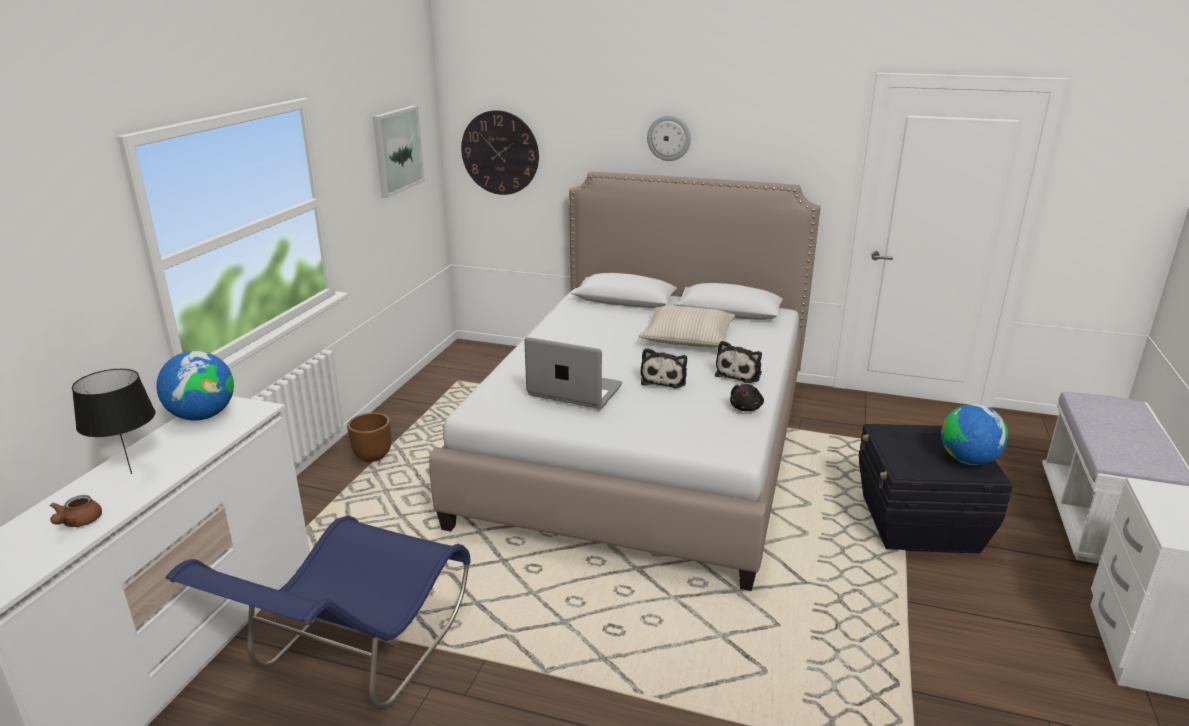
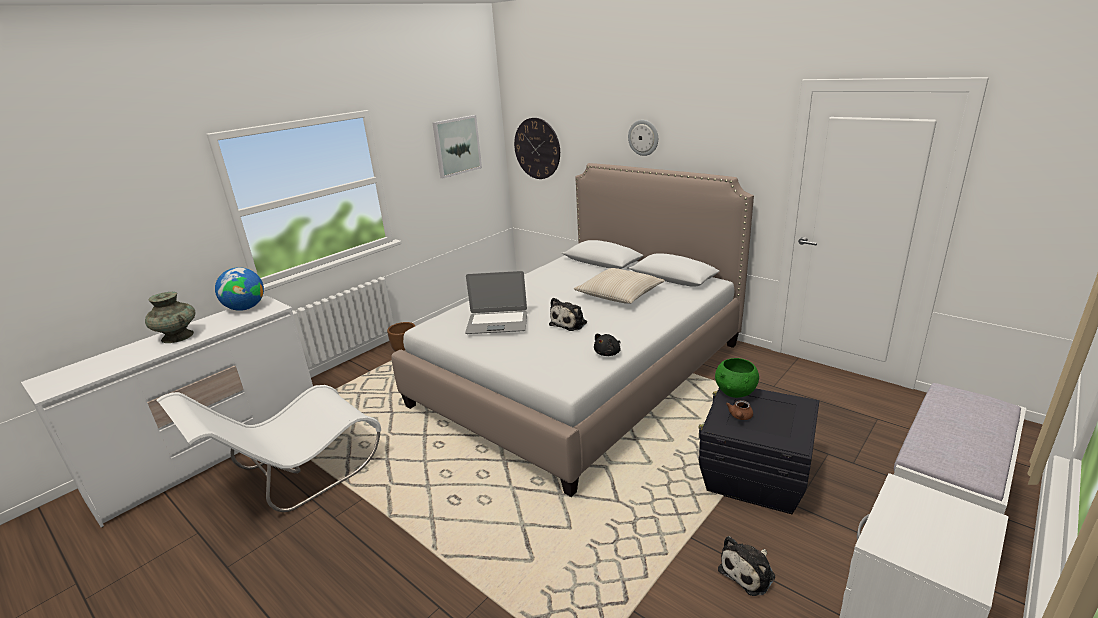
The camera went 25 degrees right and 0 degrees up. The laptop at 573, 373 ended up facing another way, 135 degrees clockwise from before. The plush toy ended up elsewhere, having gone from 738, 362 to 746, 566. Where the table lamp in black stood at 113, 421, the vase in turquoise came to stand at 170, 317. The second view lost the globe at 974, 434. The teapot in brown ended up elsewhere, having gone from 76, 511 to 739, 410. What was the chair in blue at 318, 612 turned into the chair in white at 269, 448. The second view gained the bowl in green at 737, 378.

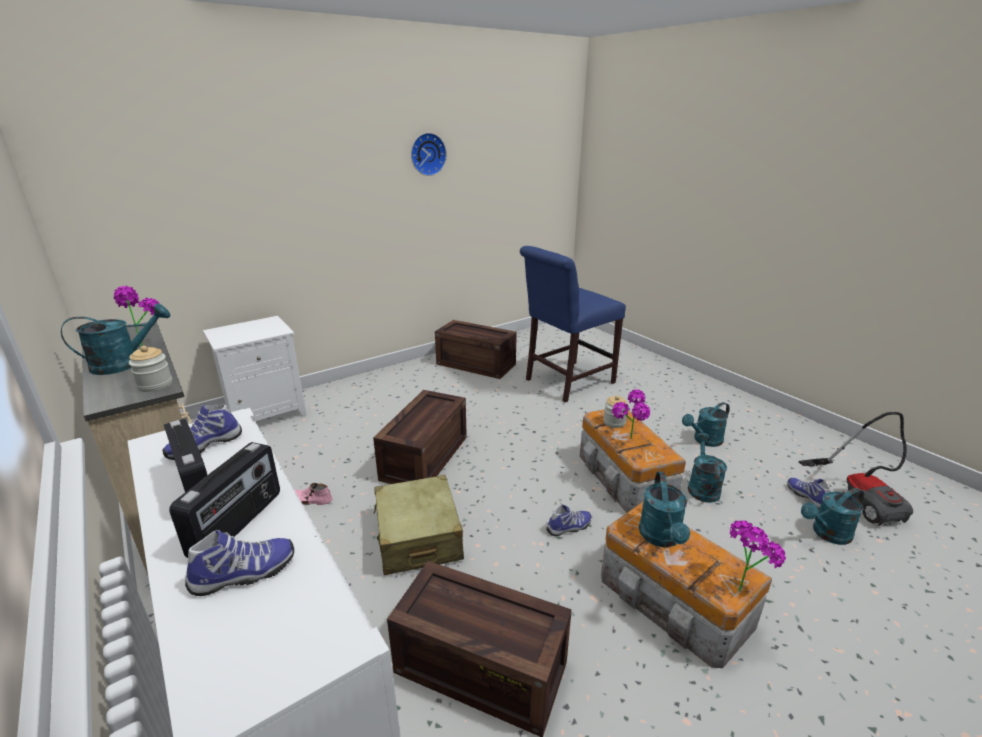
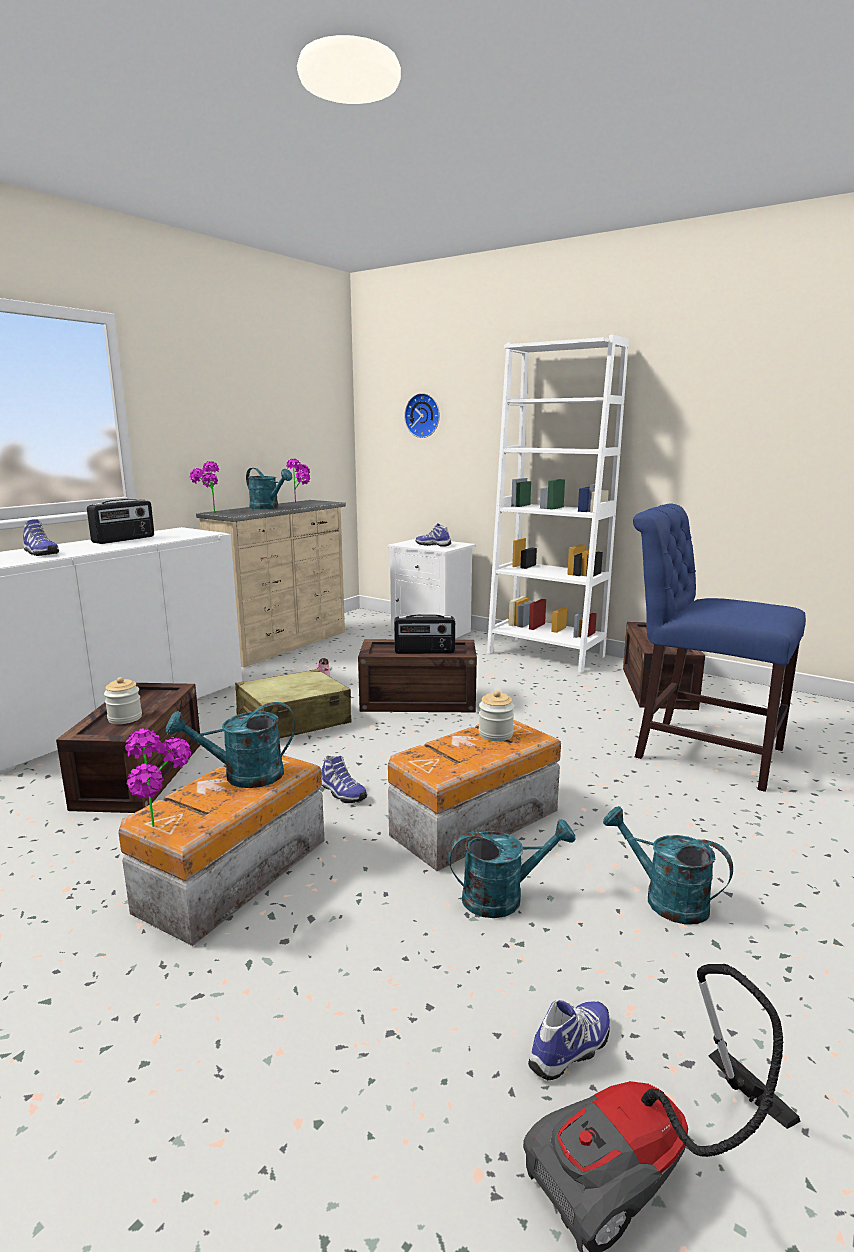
The camera went 70 degrees right and 10 degrees down. The wall clock ended up elsewhere, having gone from 429, 154 to 422, 415. The jar ended up elsewhere, having gone from 150, 369 to 123, 700. The potted plant ended up elsewhere, having gone from 631, 414 to 204, 487. The shoe ended up elsewhere, having gone from 202, 432 to 433, 535. The radio ended up elsewhere, having gone from 224, 500 to 424, 634. The second view lost the watering can in turquoise at 832, 516. The second view gained the bookcase in white at 558, 504.

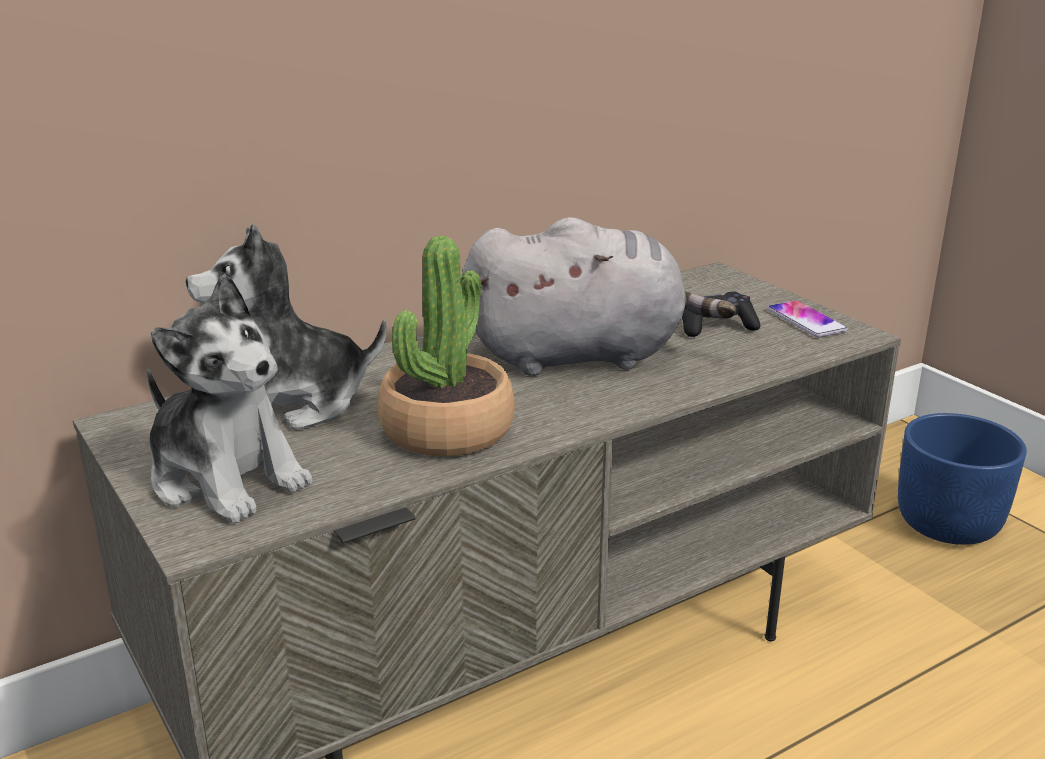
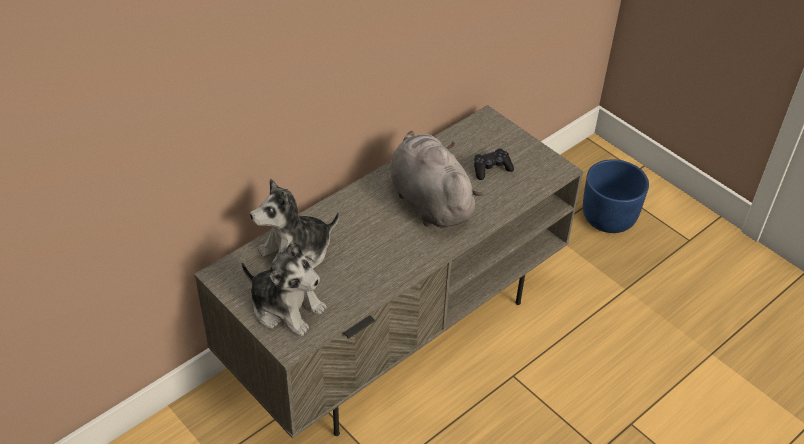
The camera went 10 degrees left and 20 degrees up. The plush toy in grey at 599, 296 ended up facing another way, 105 degrees counterclockwise from before. The second view lost the potted plant at 446, 346. The second view lost the phone at 807, 318.

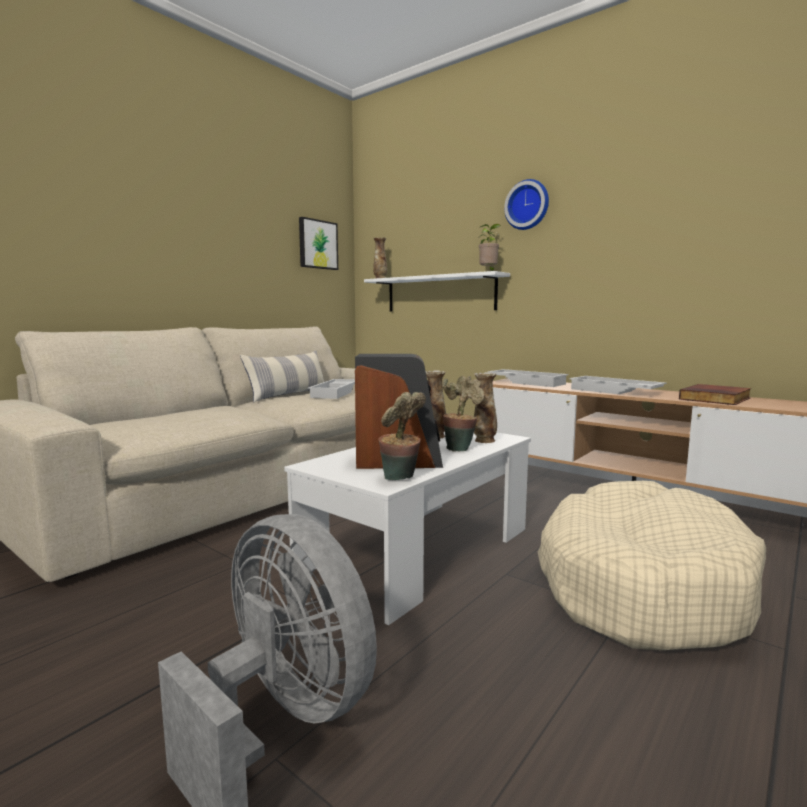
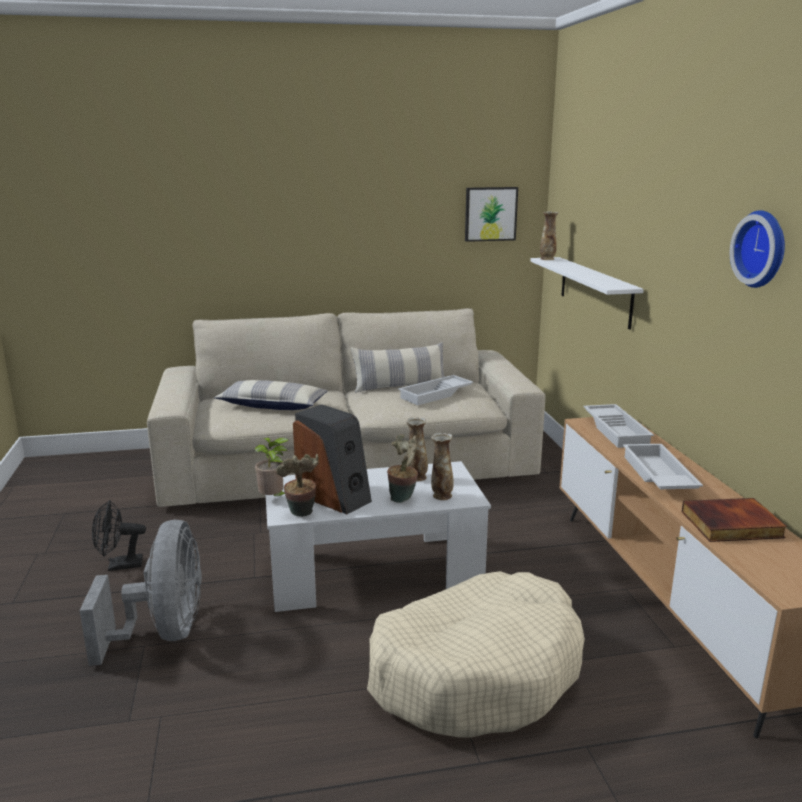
The camera went 40 degrees right and 10 degrees up. The wall clock ended up elsewhere, having gone from 526, 204 to 757, 249. The potted plant ended up elsewhere, having gone from 489, 247 to 272, 466. The second view gained the pillow at 271, 395. The second view gained the fan in black at 119, 535.

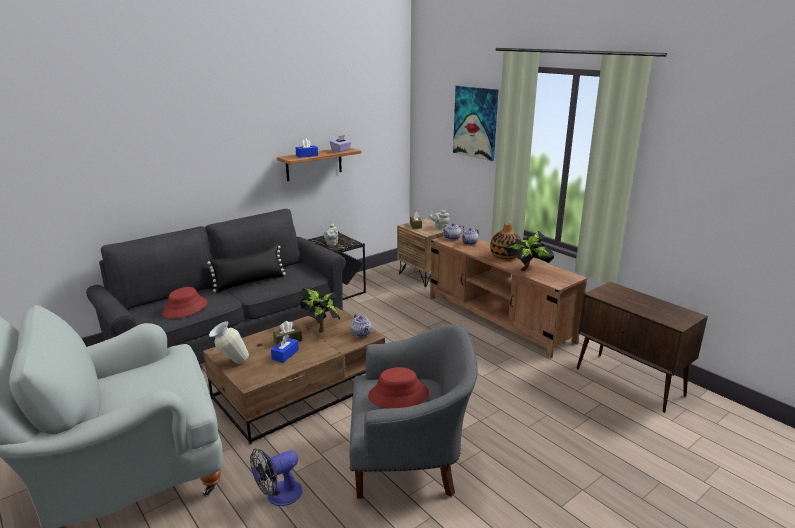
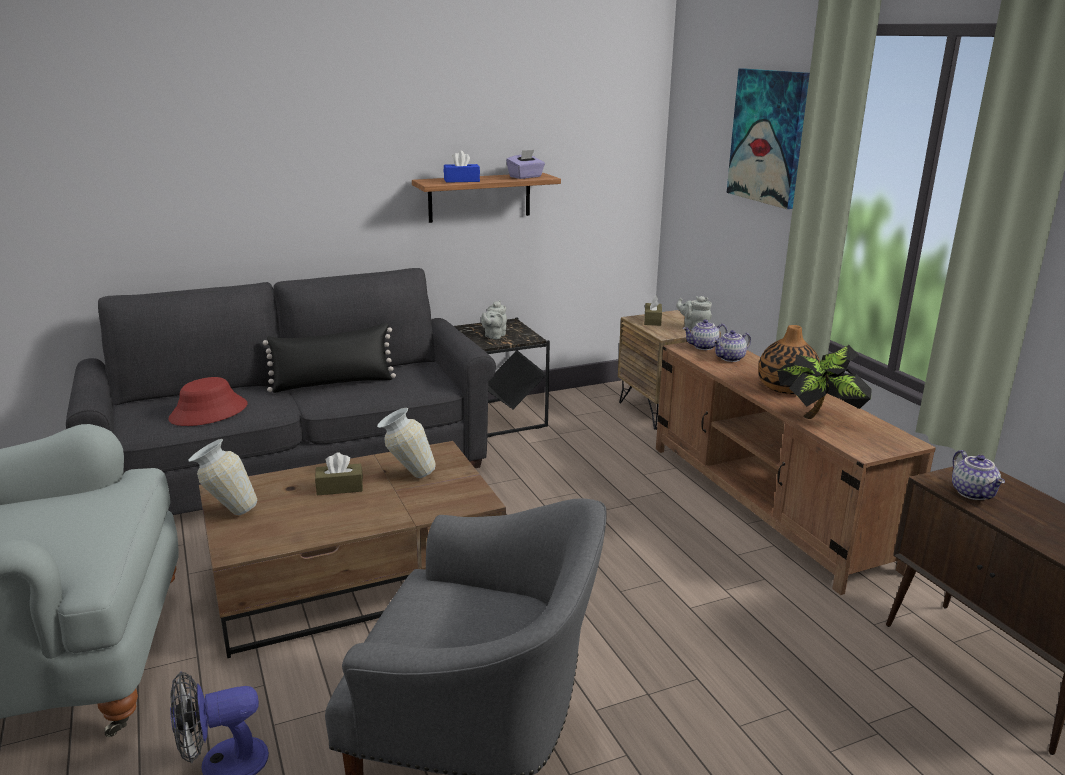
The camera went 15 degrees right and 0 degrees up. Where the potted plant stood at 320, 310, the vase came to stand at 406, 443. The teapot ended up elsewhere, having gone from 361, 325 to 978, 475. The second view lost the tissue box in blue at 285, 348. The second view lost the hat in red at 398, 388.

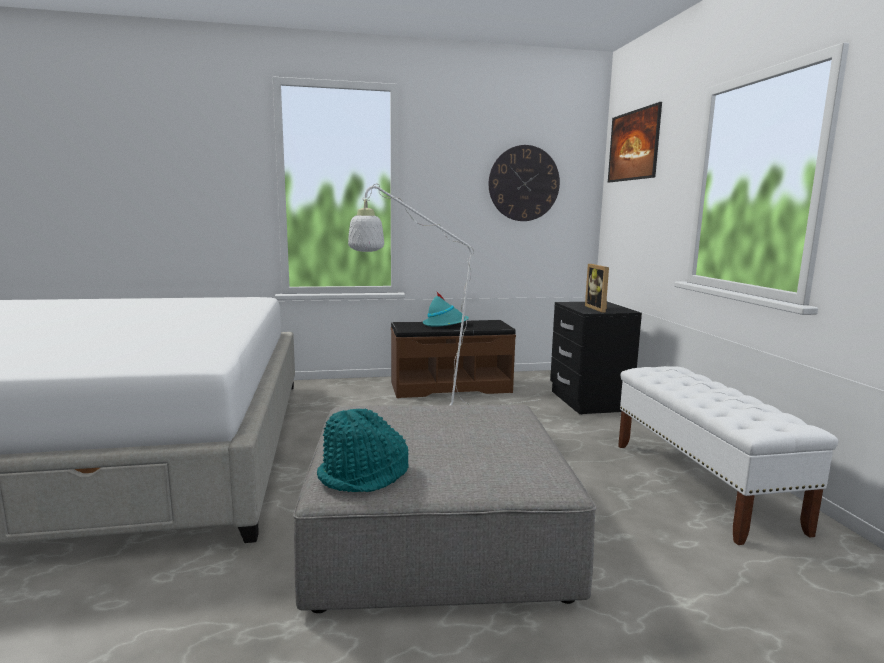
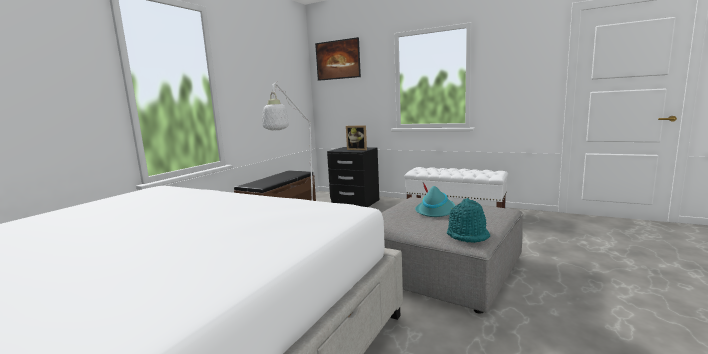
The camera went 50 degrees left and 0 degrees up. The second view lost the wall clock at 524, 183. The hat in turquoise ended up elsewhere, having gone from 446, 309 to 435, 200.

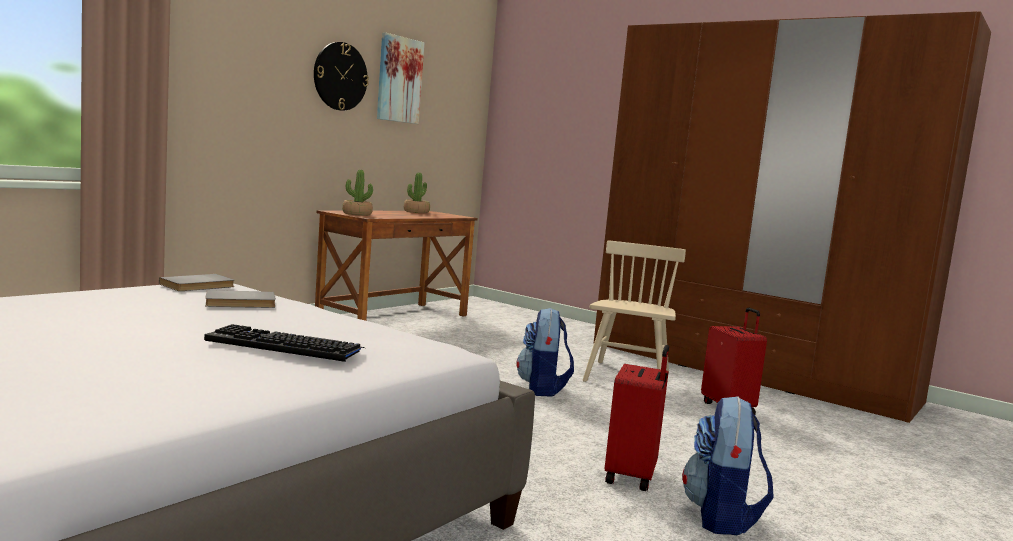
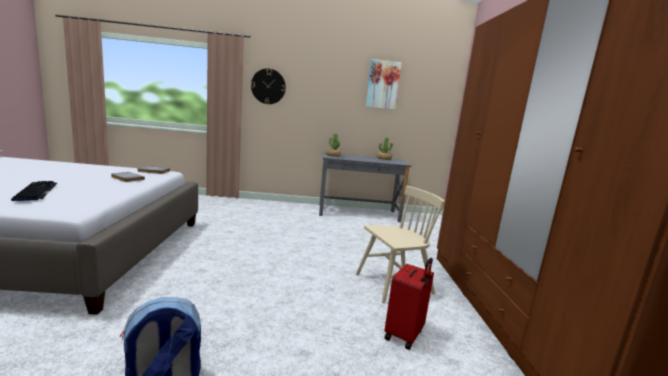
The camera went 50 degrees right and 5 degrees up. The wall clock ended up elsewhere, having gone from 341, 76 to 268, 86. What was the desk in brown at 396, 265 turned into the desk in grey at 365, 187. The second view lost the backpack at 545, 352. The second view lost the suitcase in red at 637, 418.

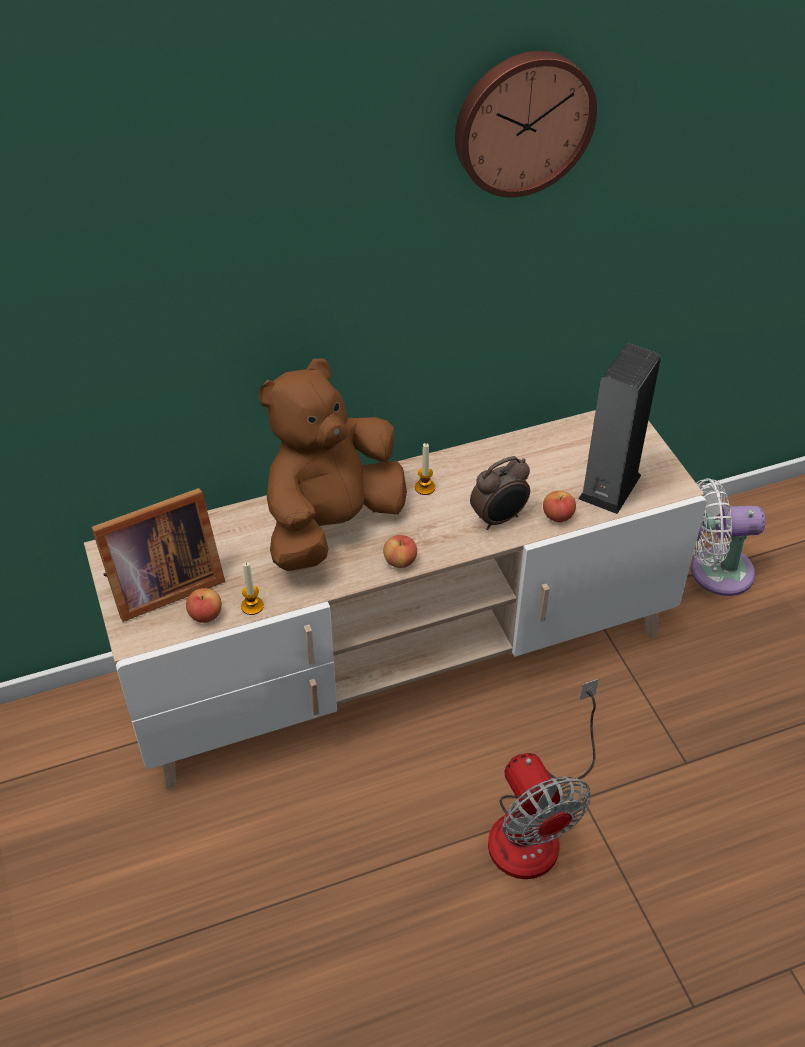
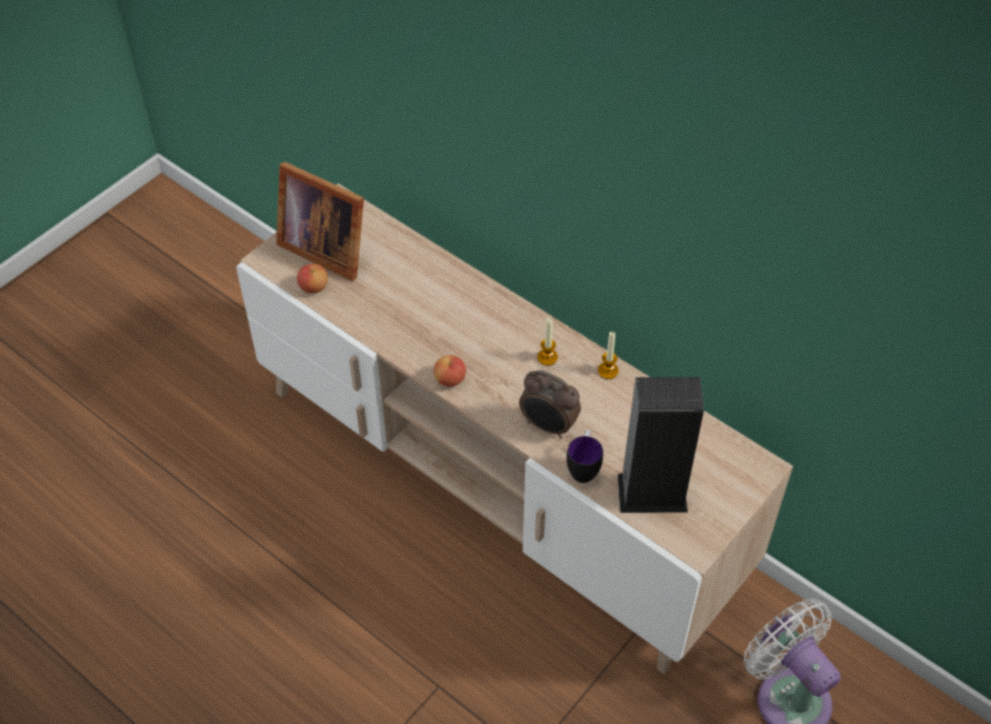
The camera went 60 degrees right and 5 degrees up. The second view lost the wall clock at 526, 124. The second view lost the plush toy in brown at 333, 464. Where the apple stood at 559, 506, the mug came to stand at 585, 456. The candle ended up elsewhere, having gone from 252, 588 to 608, 355. The second view lost the fan at 543, 779.

